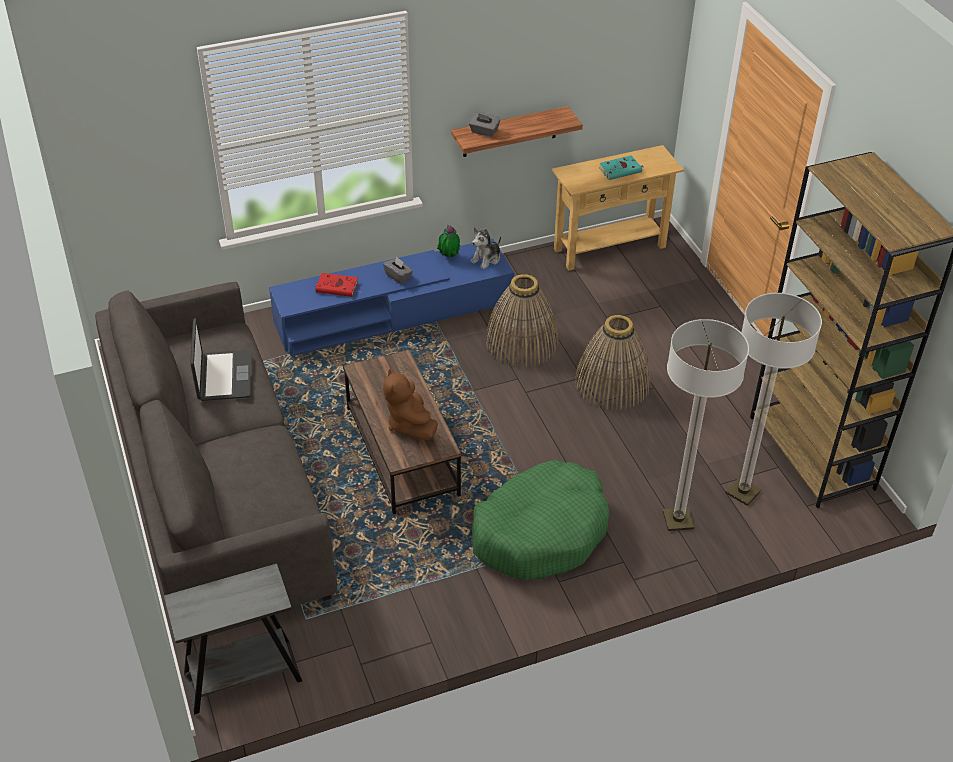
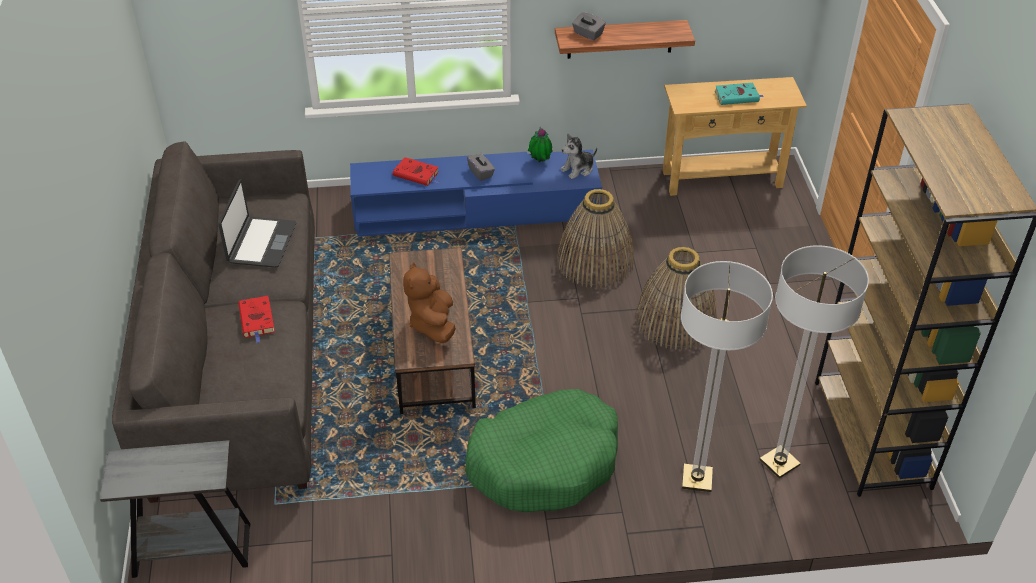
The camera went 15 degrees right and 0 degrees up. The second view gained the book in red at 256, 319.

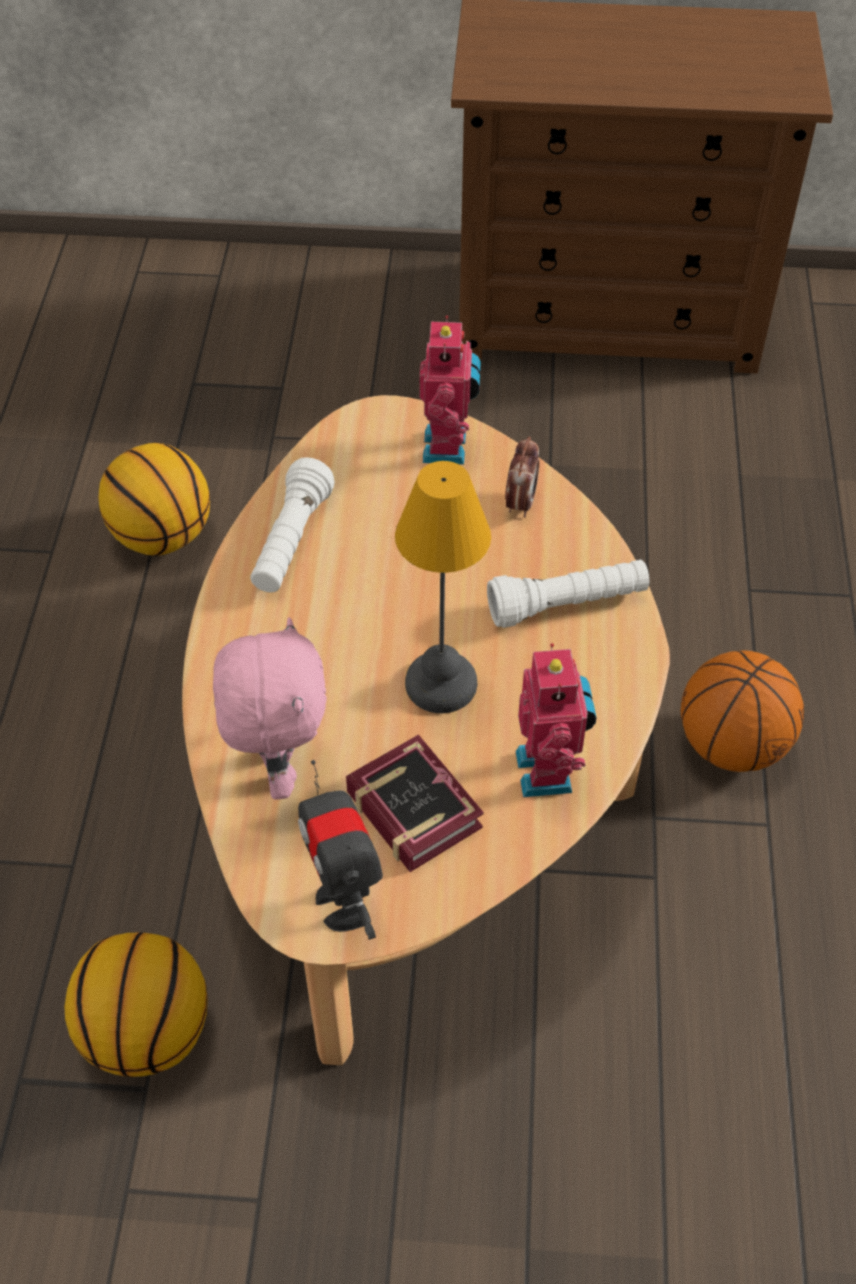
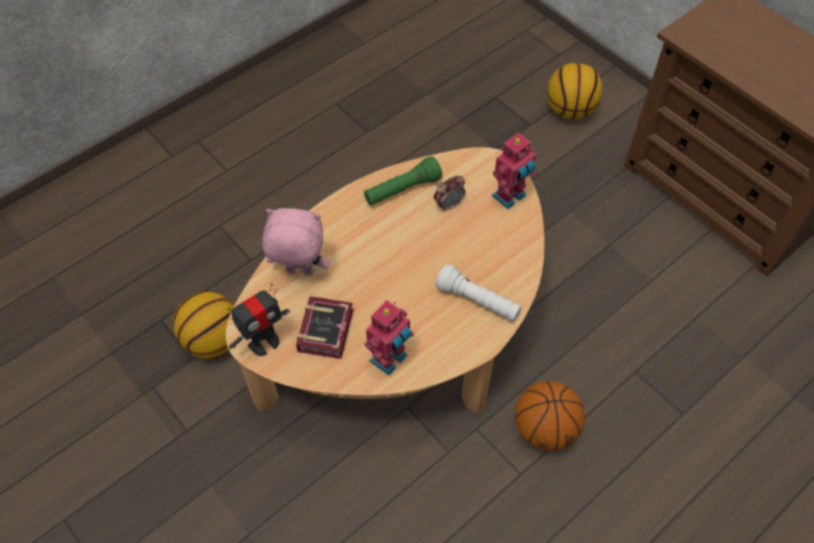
The camera went 45 degrees right and 5 degrees up. The alarm clock ended up elsewhere, having gone from 522, 477 to 449, 194. The basketball ended up elsewhere, having gone from 154, 499 to 575, 91. What was the flashlight in white at 292, 524 turned into the flashlight in green at 403, 181. The second view lost the table lamp at 443, 587. The plush toy in pink at 270, 708 ended up facing another way, 120 degrees counterclockwise from before. The toy robot at 340, 850 ended up facing another way, 150 degrees counterclockwise from before.

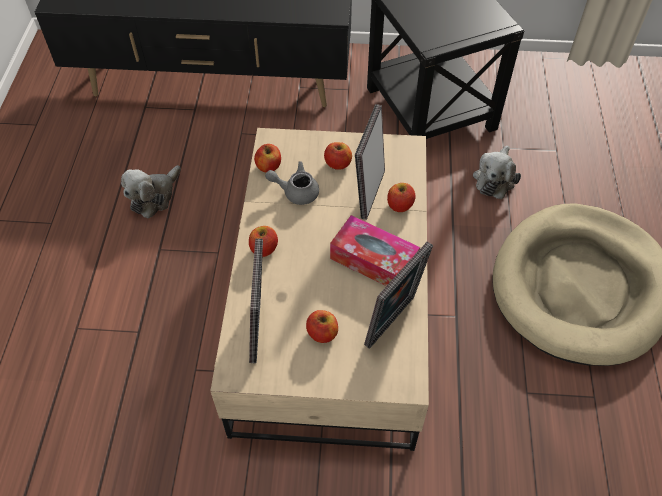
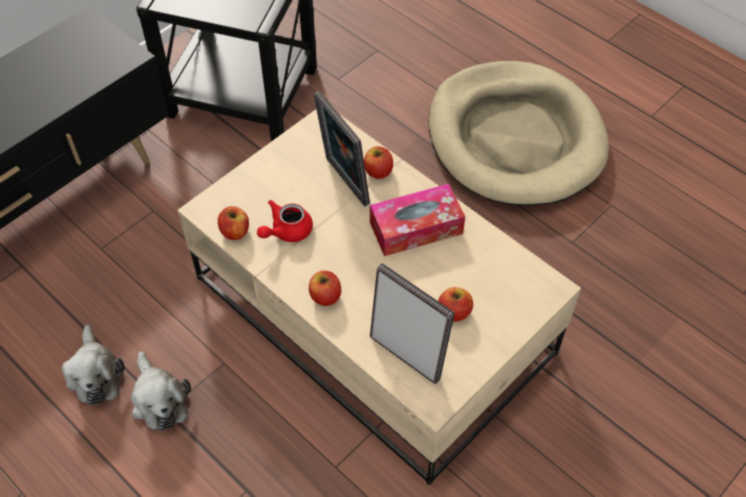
The camera went 50 degrees left and 0 degrees up. The second view lost the apple at 338, 156. The plush toy ended up elsewhere, having gone from 497, 172 to 161, 391. What was the teapot in grey at 292, 183 turned into the teapot in red at 285, 221. The second view lost the picture frame at 398, 295.

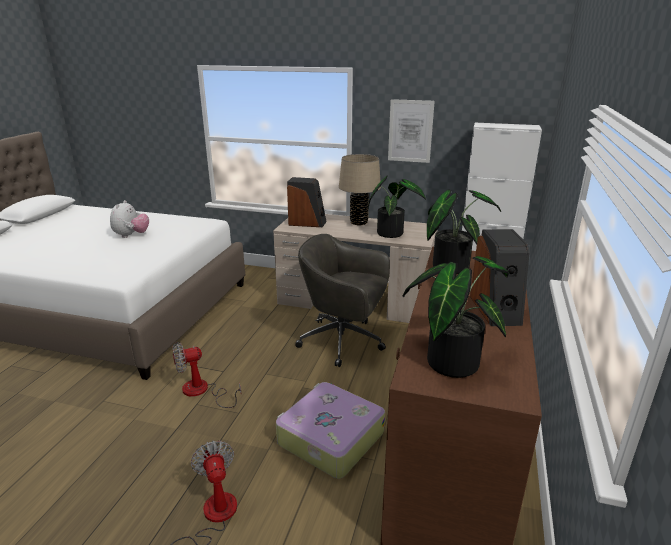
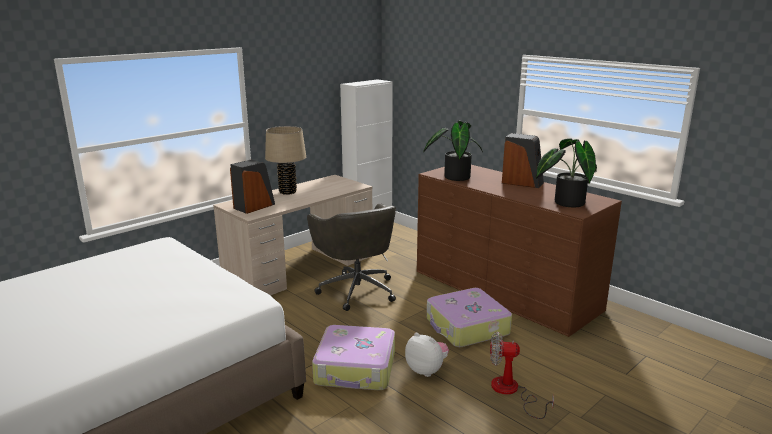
The camera went 60 degrees left and 5 degrees down. The second view lost the picture at 411, 131. The second view lost the potted plant at 397, 207. The plush toy ended up elsewhere, having gone from 129, 219 to 427, 355. The office chair in grey at 342, 300 ended up facing another way, 75 degrees counterclockwise from before. Where the fan stood at 207, 375, the suitcase came to stand at 353, 357.

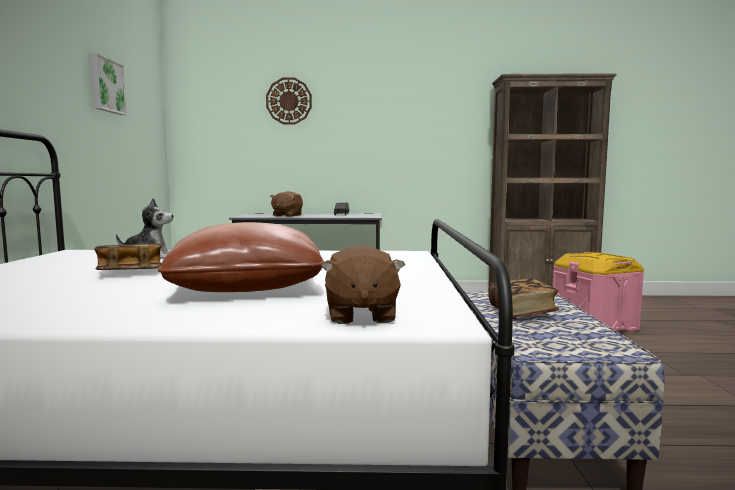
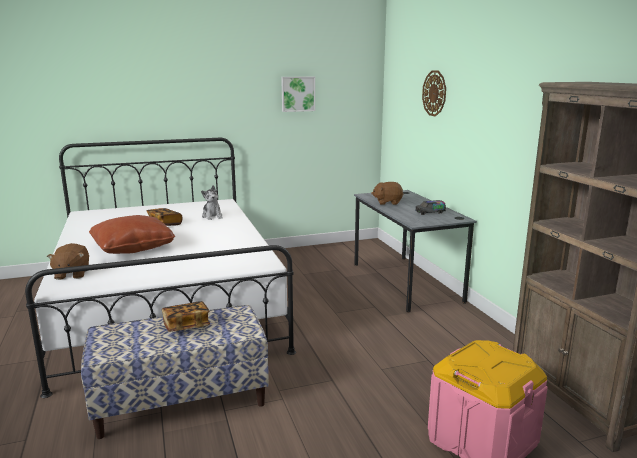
The camera went 70 degrees right and 10 degrees up. The plush toy in brown at 362, 284 ended up facing another way, 75 degrees counterclockwise from before.

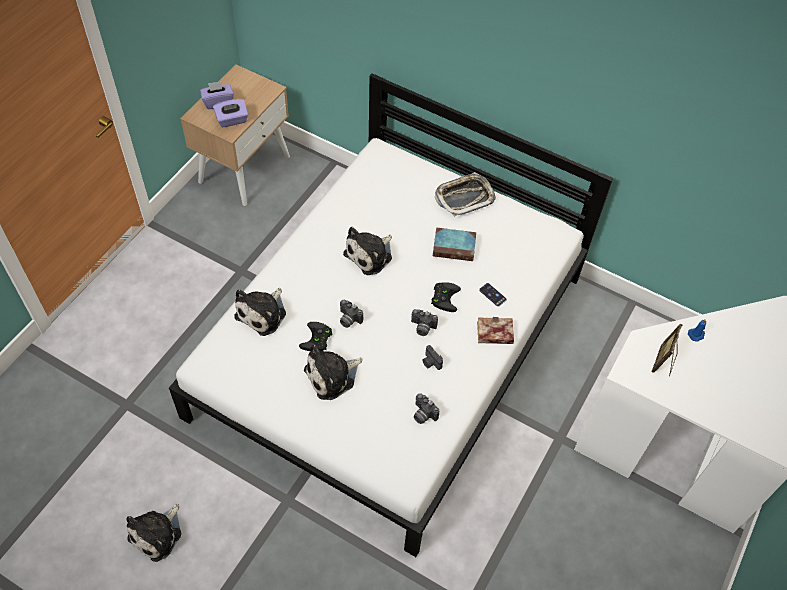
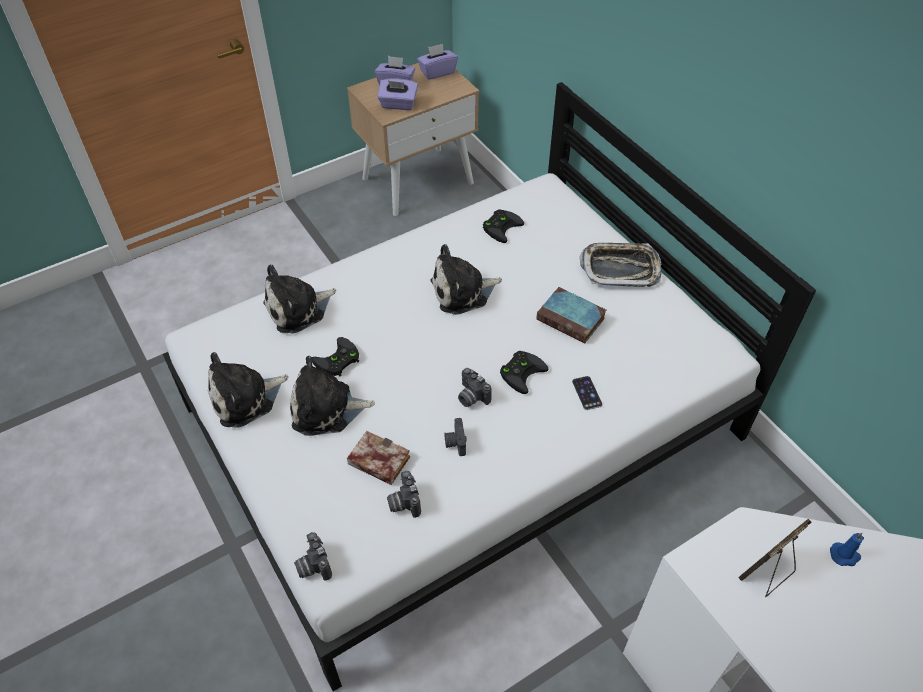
The camera went 30 degrees right and 5 degrees down. The photo camera ended up elsewhere, having gone from 351, 314 to 313, 556. The book ended up elsewhere, having gone from 495, 330 to 378, 458. The plush toy ended up elsewhere, having gone from 153, 532 to 248, 390. The second view gained the tissue box in purple at 437, 62. The second view gained the game controller in black at 503, 226.

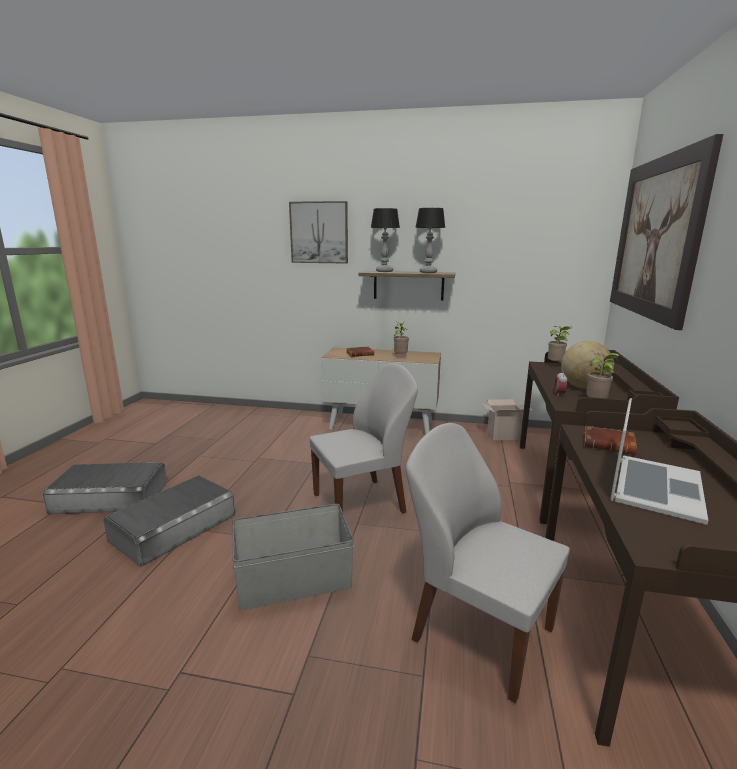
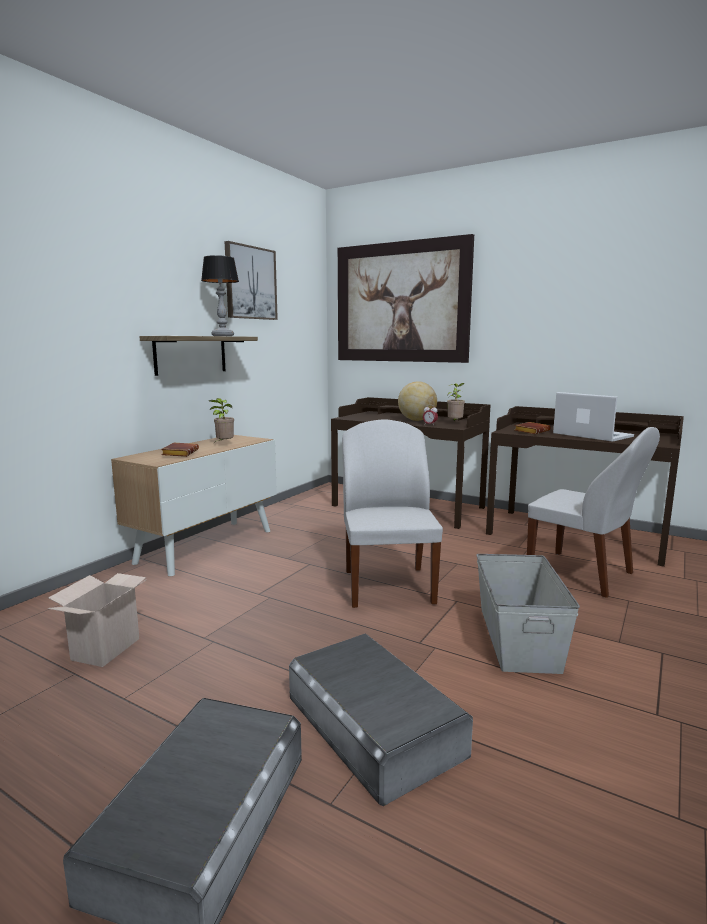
The camera went 70 degrees left and 5 degrees down. The picture ended up elsewhere, having gone from 318, 232 to 251, 280. The second view lost the table lamp at 385, 240. The second view lost the potted plant at 560, 344. The cardboard box ended up elsewhere, having gone from 507, 419 to 96, 620. The chair in white at 488, 563 ended up facing another way, 105 degrees counterclockwise from before.

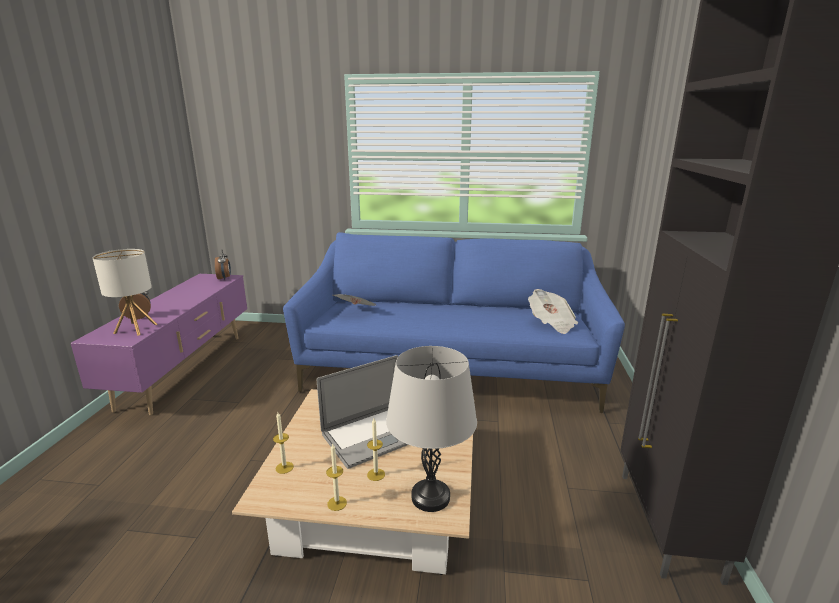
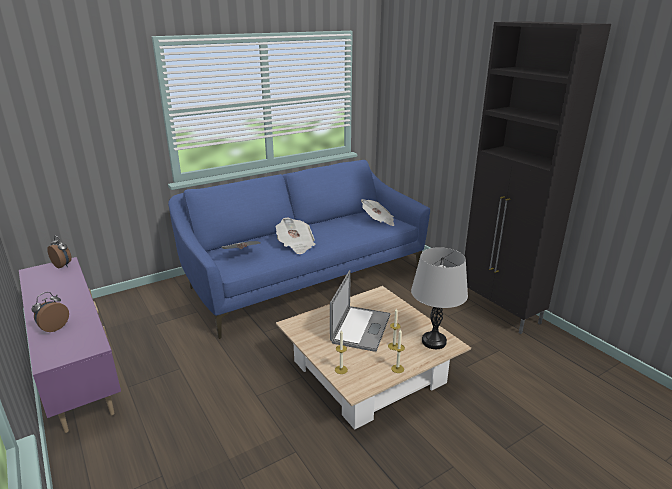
The camera went 40 degrees left and 5 degrees up. The second view lost the table lamp at 124, 292. The second view gained the newspaper at 296, 236.

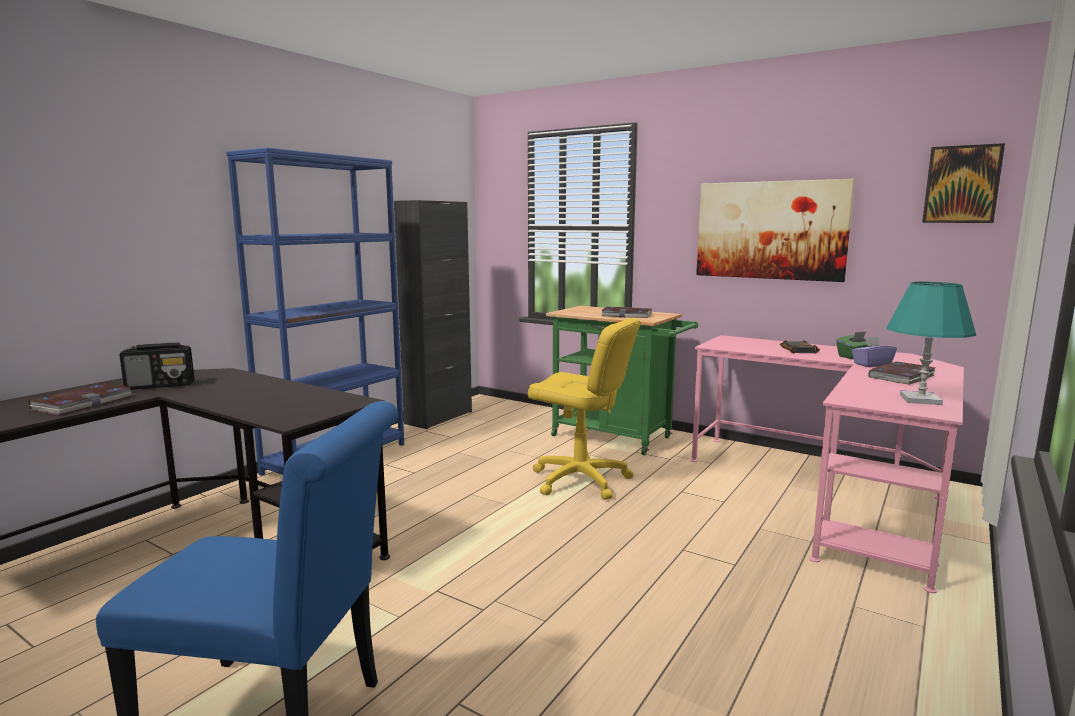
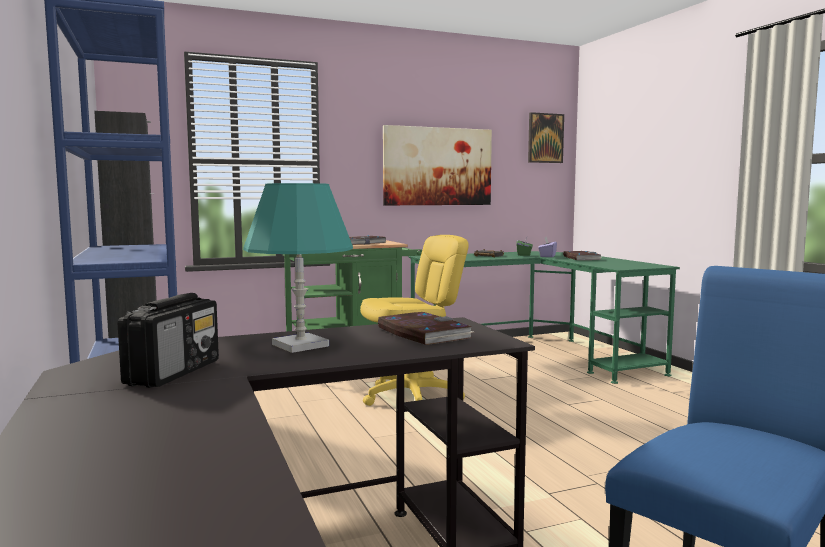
The camera went 55 degrees left and 5 degrees down. The table lamp in turquoise ended up elsewhere, having gone from 931, 343 to 298, 268. What was the desk in pink at 827, 464 turned into the desk in green at 544, 317. The book ended up elsewhere, having gone from 80, 399 to 425, 328.

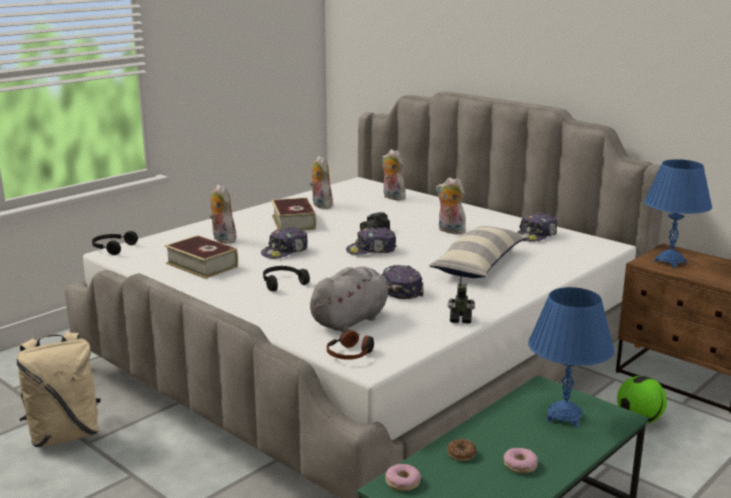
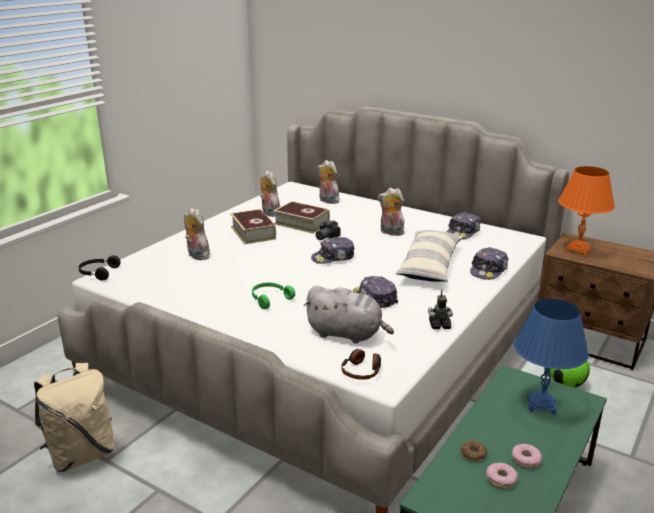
The camera went 10 degrees left and 5 degrees up. What was the table lamp in blue at 678, 213 turned into the table lamp in orange at 586, 211. The cap ended up elsewhere, having gone from 284, 243 to 489, 263. The book ended up elsewhere, having gone from 201, 257 to 302, 217. What was the headphones in black at 286, 279 turned into the headphones in green at 273, 296. The plush toy in grey at 356, 299 ended up facing another way, 75 degrees clockwise from before. The donut ended up elsewhere, having gone from 403, 477 to 502, 476.

